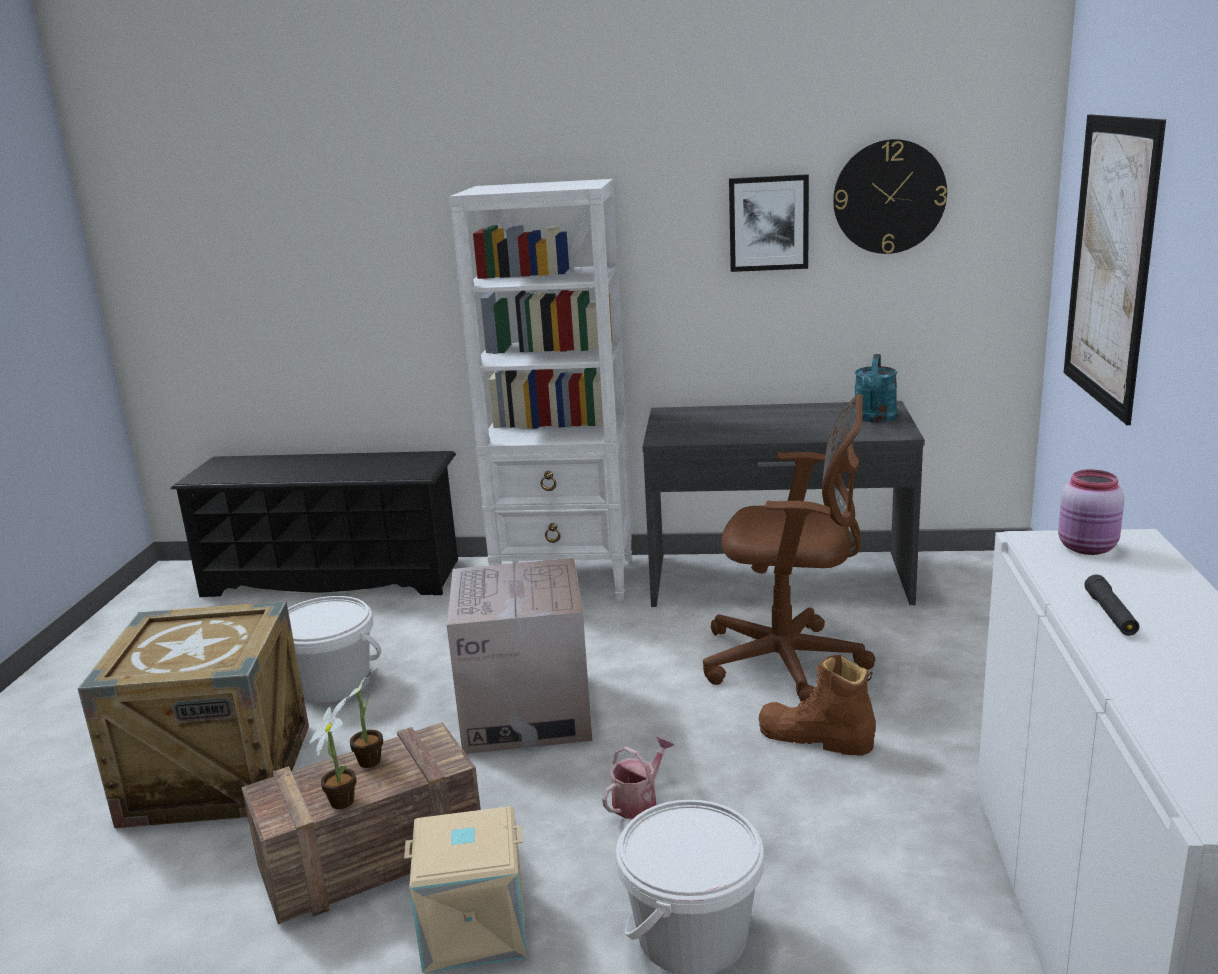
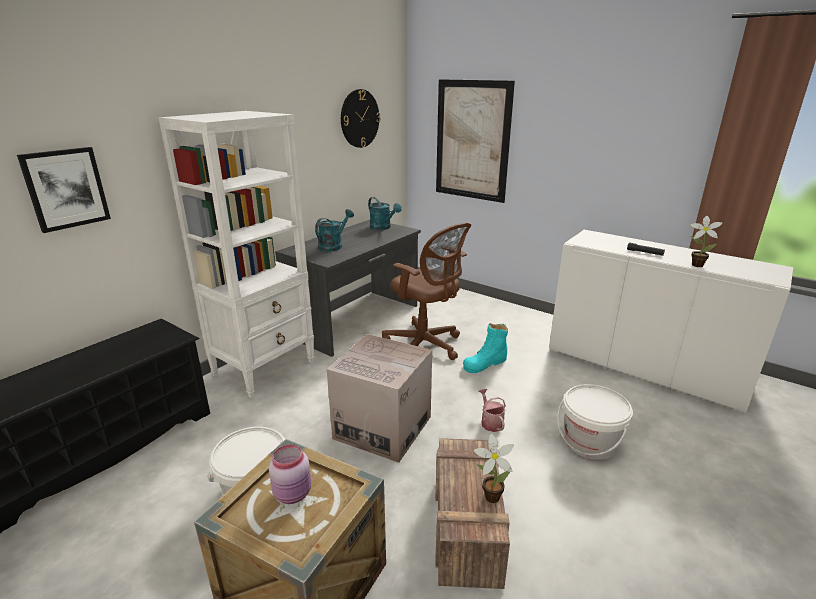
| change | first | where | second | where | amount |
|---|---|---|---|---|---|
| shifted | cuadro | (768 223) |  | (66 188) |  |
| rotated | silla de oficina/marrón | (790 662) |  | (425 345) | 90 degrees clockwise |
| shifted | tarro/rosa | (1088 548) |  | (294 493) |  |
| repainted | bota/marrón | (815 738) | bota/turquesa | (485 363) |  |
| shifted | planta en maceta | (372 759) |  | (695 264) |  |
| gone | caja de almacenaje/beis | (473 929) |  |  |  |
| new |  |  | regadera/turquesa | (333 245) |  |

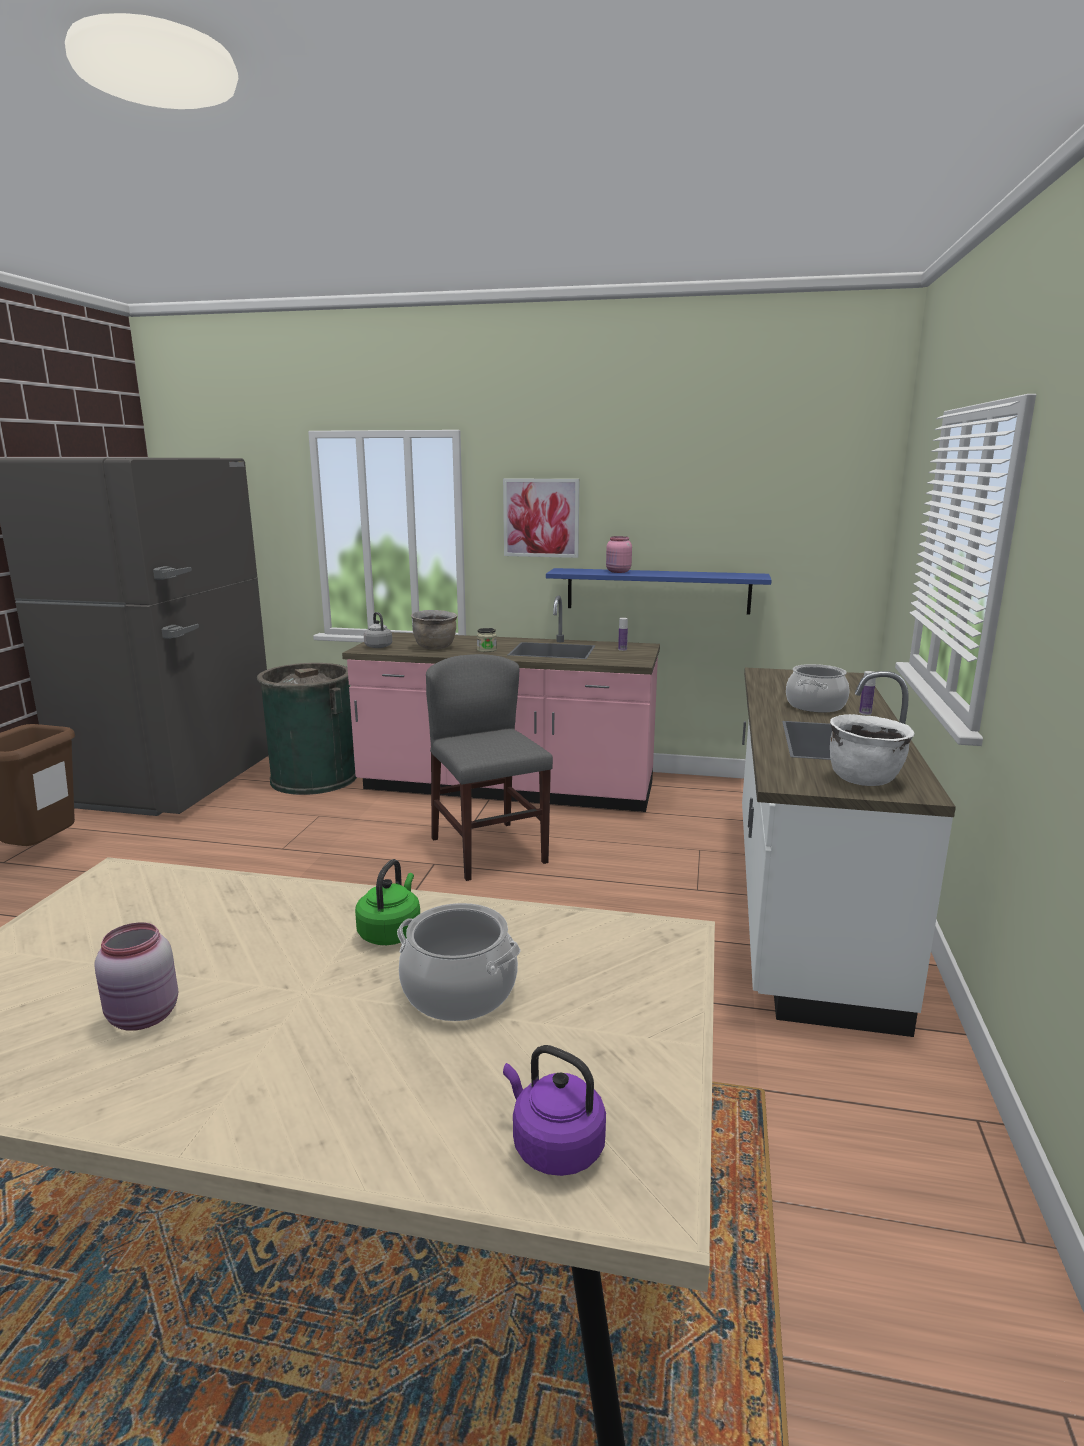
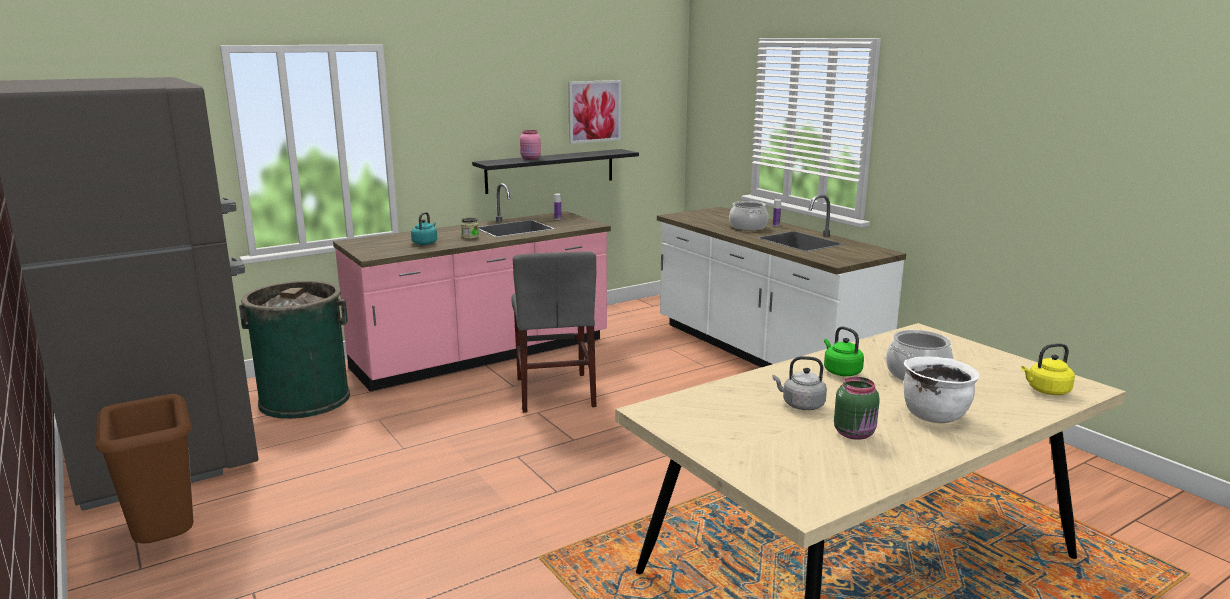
| change | first | where | second | where | amount |
|---|---|---|---|---|---|
| shifted | cuadro | (541 518) |  | (594 111) |  |
| repainted | estante/azul | (658 591) | estante/negro | (550 170) |  |
| swapped | olla/marrón | (435 647) | hervidor/turquesa | (425 243) |  |
| shifted | hervidor/gris | (378 646) |  | (800 405) |  |
| rotated | silla/gris | (488 850) |  | (555 392) | 120 degrees counterclockwise |
| shifted | olla/blanco | (864 779) |  | (934 415) |  |
| repainted | tarro/rosa | (144 1017) | tarro/verde | (855 433) |  |
| repainted | hervidor/morado | (554 1146) | hervidor/amarillo | (1046 391) |  |

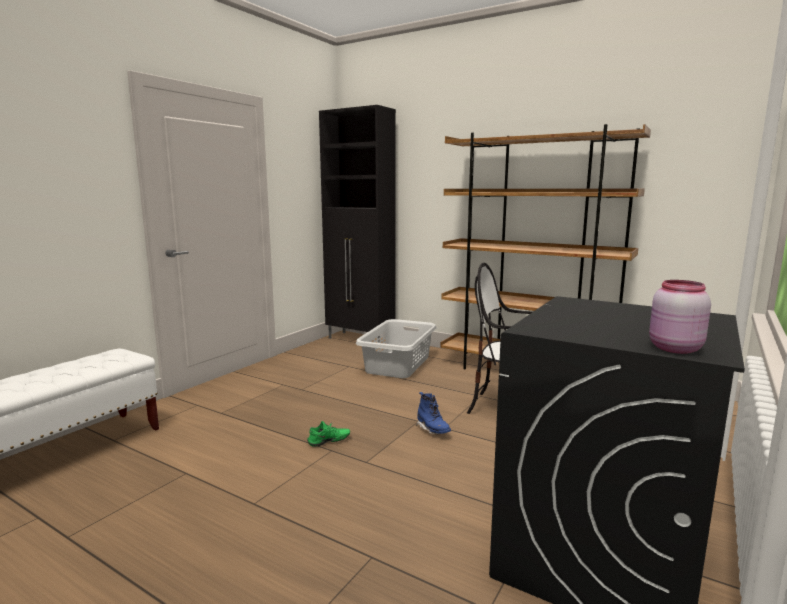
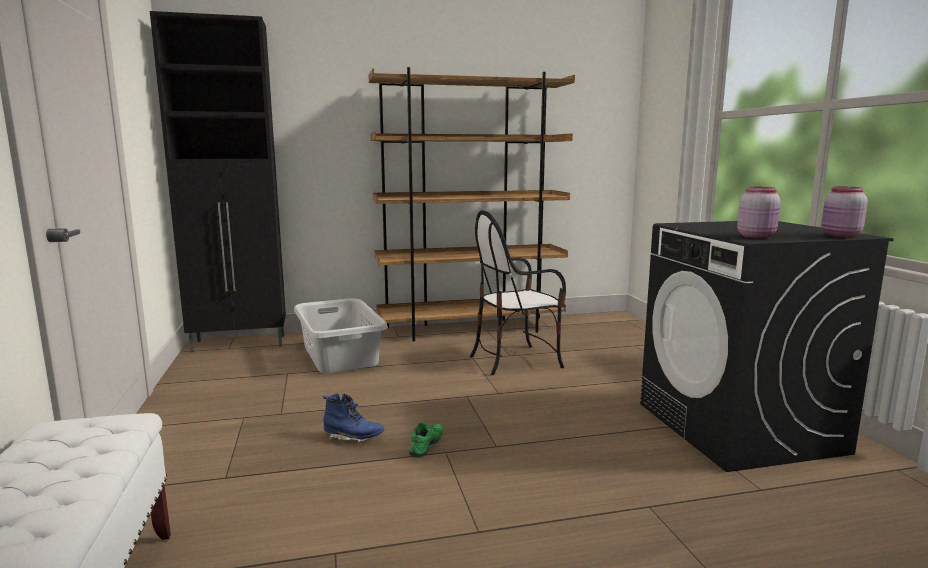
| change | first | where | second | where | amount |
|---|---|---|---|---|---|
| shifted | bota/azul | (433 430) |  | (353 438) |  |
| new |  |  | tarro/rosa | (756 236) |  |

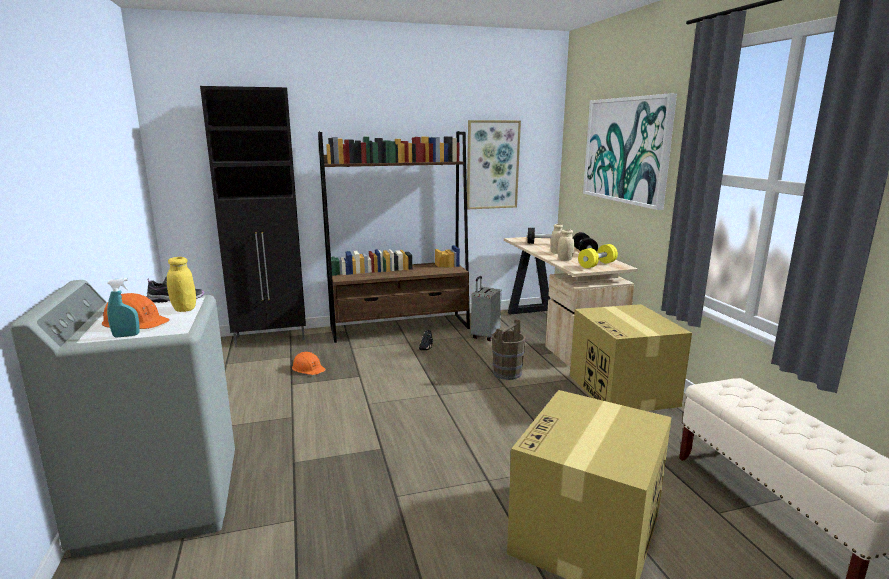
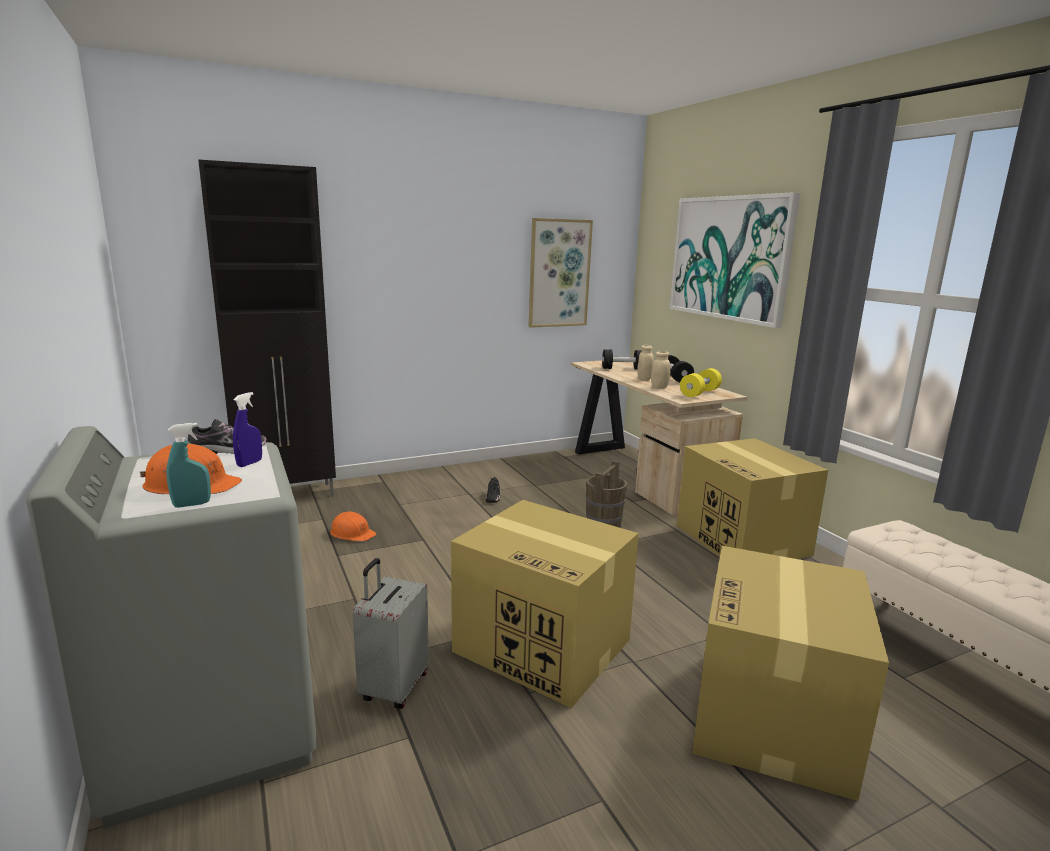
| change | first | where | second | where | amount |
|---|---|---|---|---|---|
| gone | estantería/marrón | (400 328) |  |  |  |
| swapped | tarro/amarillo | (184 309) | pulverizador/azul | (249 463) |  |
| shifted | maleta/gris | (485 336) |  | (393 687) |  |
| new |  |  | caja de cartón | (544 646) |  |

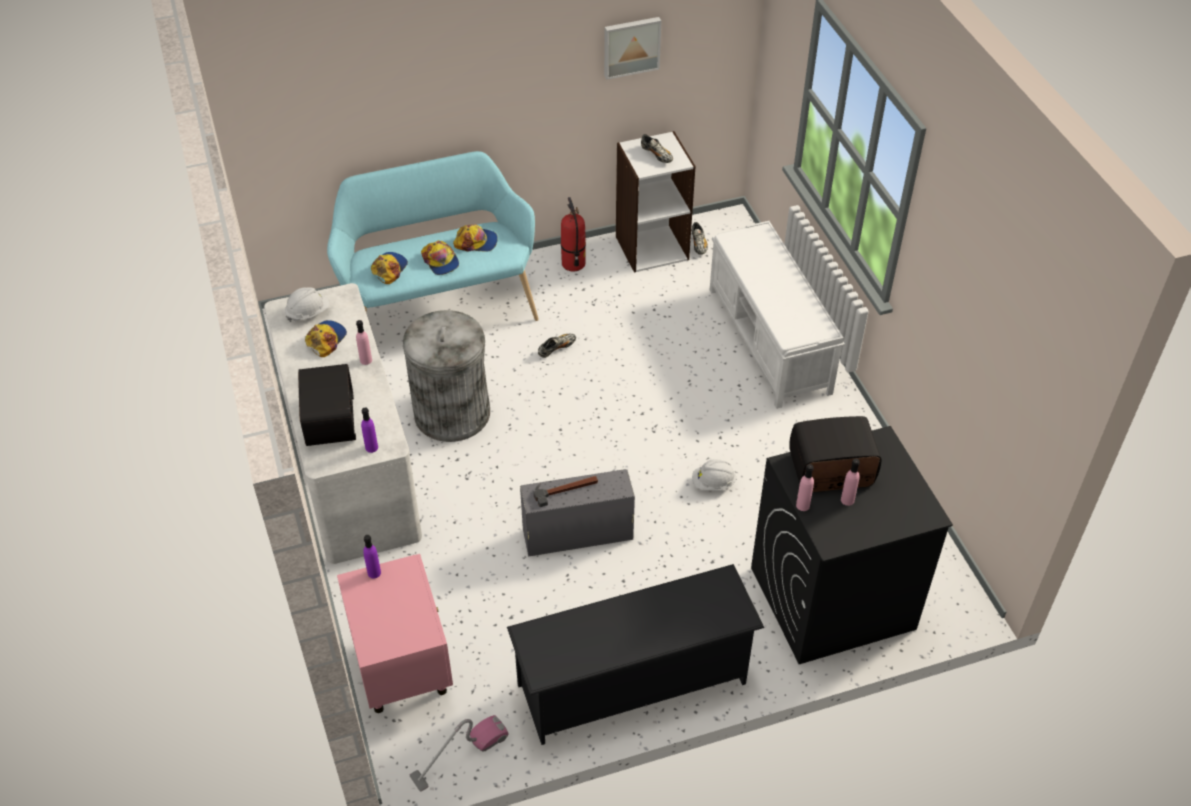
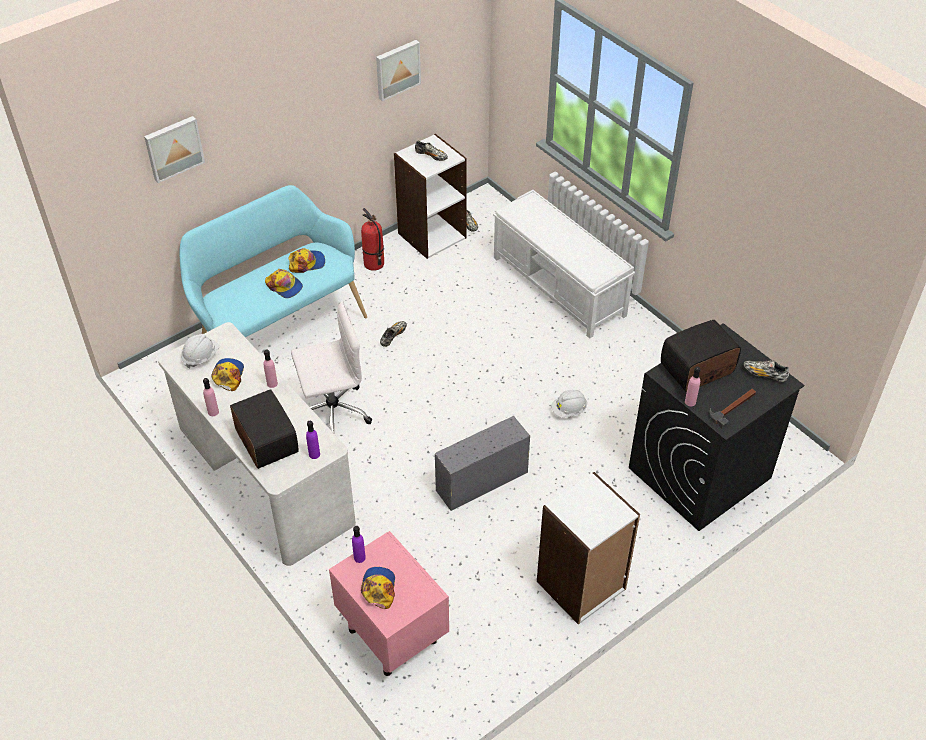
| change | first | where | second | where | amount |
|---|---|---|---|---|---|
| shifted | gorra | (389 269) |  | (379 588) |  |
| swapped | papelera/gris | (452 413) | silla de oficina/blanco | (332 412) |  |
| shifted | botella/rosa | (847 500) |  | (213 412) |  |
| shifted | martillo | (566 489) |  | (733 407) |  |
| swapped | zapatero/negro | (633 684) | estantería/blanco | (581 586) |  |
| gone | aspiradora | (459 755) |  |  |  |
| new |  |  | cuadro | (173 148) |  |
| new |  |  | zapato | (764 374) |  |

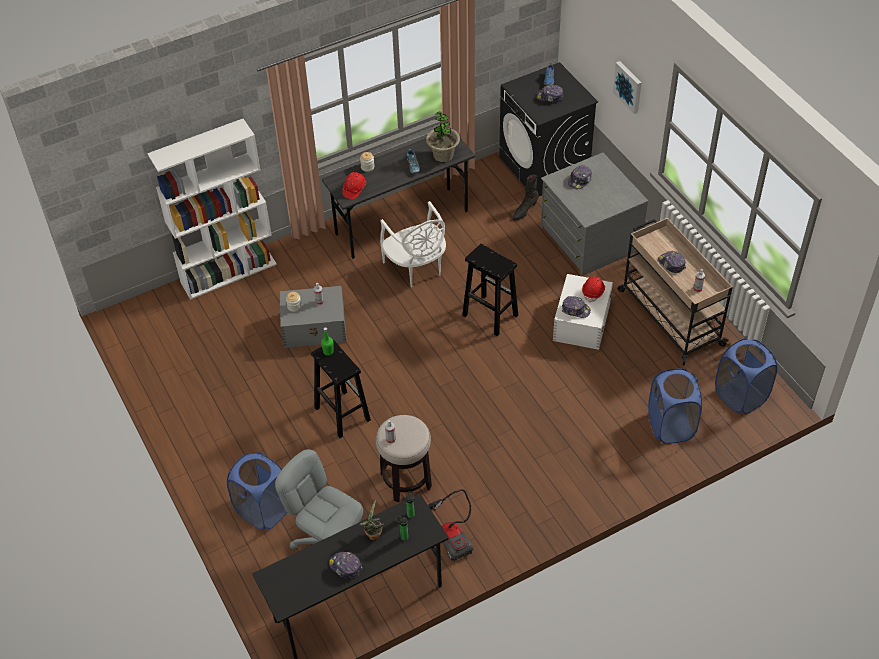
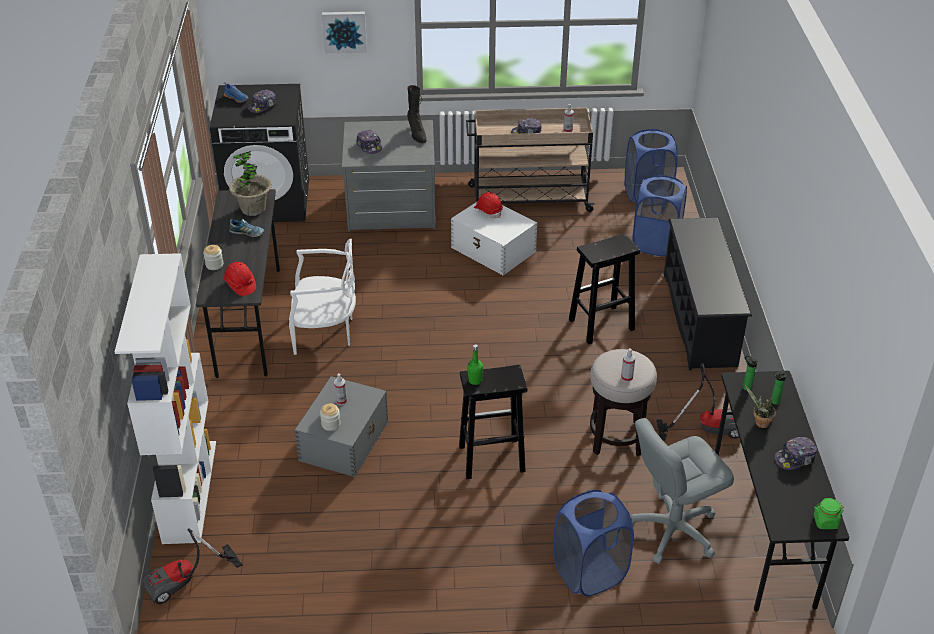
| change | first | where | second | where | amount |
|---|---|---|---|---|---|
| shifted | bota/negro | (524 211) |  | (417 134) |  |
| shifted | taburete/negro | (489 315) |  | (600 325) |  |
| gone | gorra | (575 310) |  |  |  |
| new |  |  | zapatero/negro | (699 319) |  |
| new |  |  | tarro/verde | (825 522) |  |
| new |  |  | aspiradora | (186 583) |  |

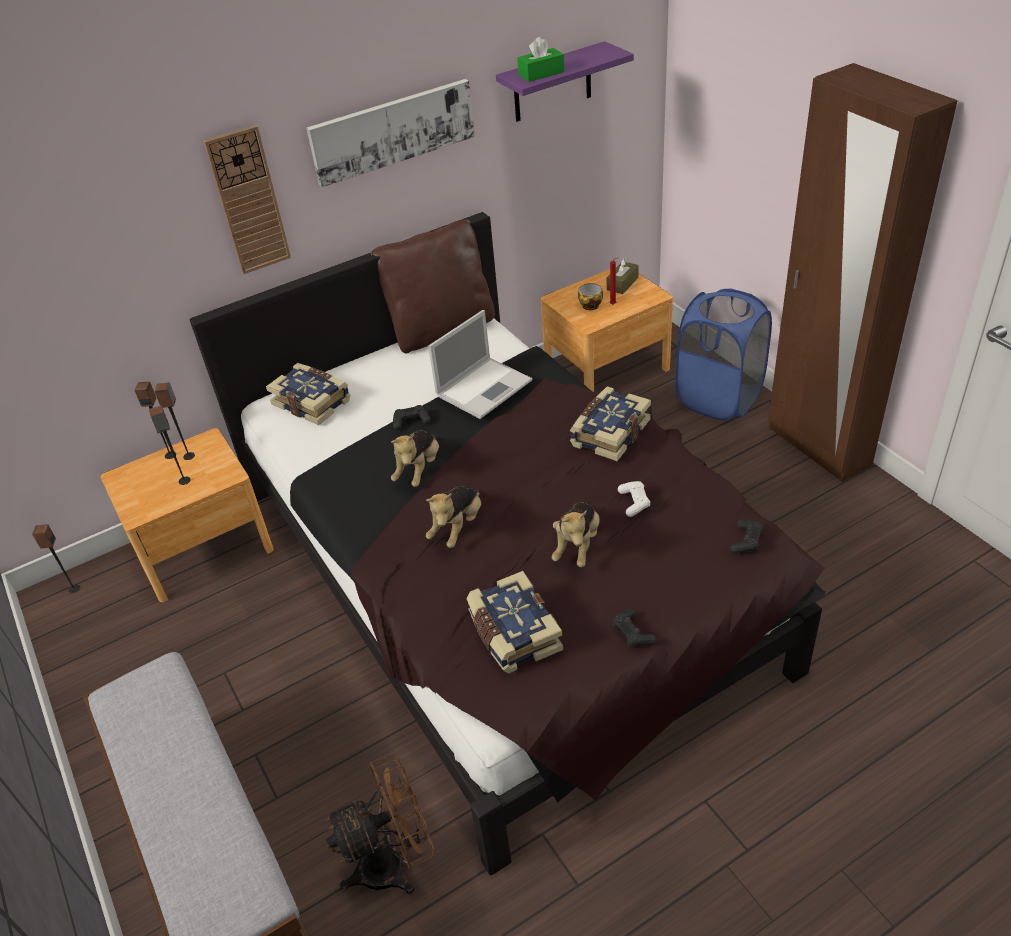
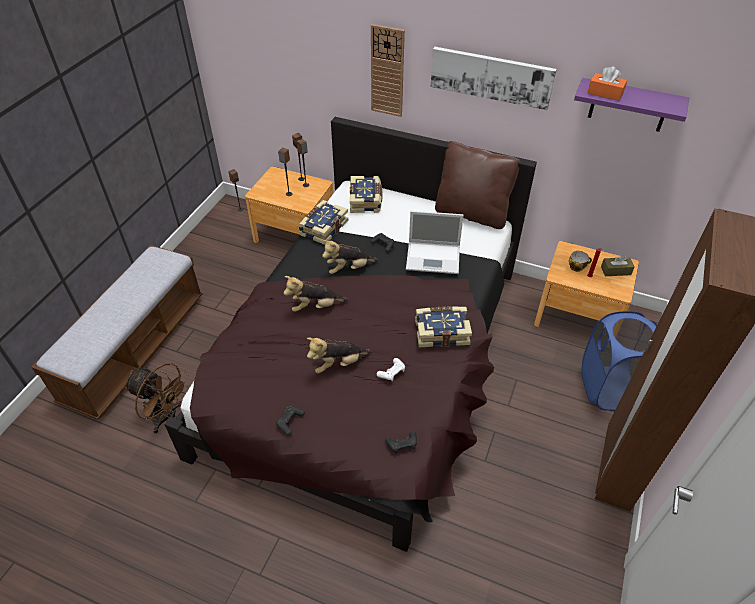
| change | first | where | second | where | amount |
|---|---|---|---|---|---|
| repainted | caja de pañuelos/verde | (541 73) | caja de pañuelos/naranja | (605 93) |  |
| shifted | libro | (513 633) |  | (323 228) |  |

